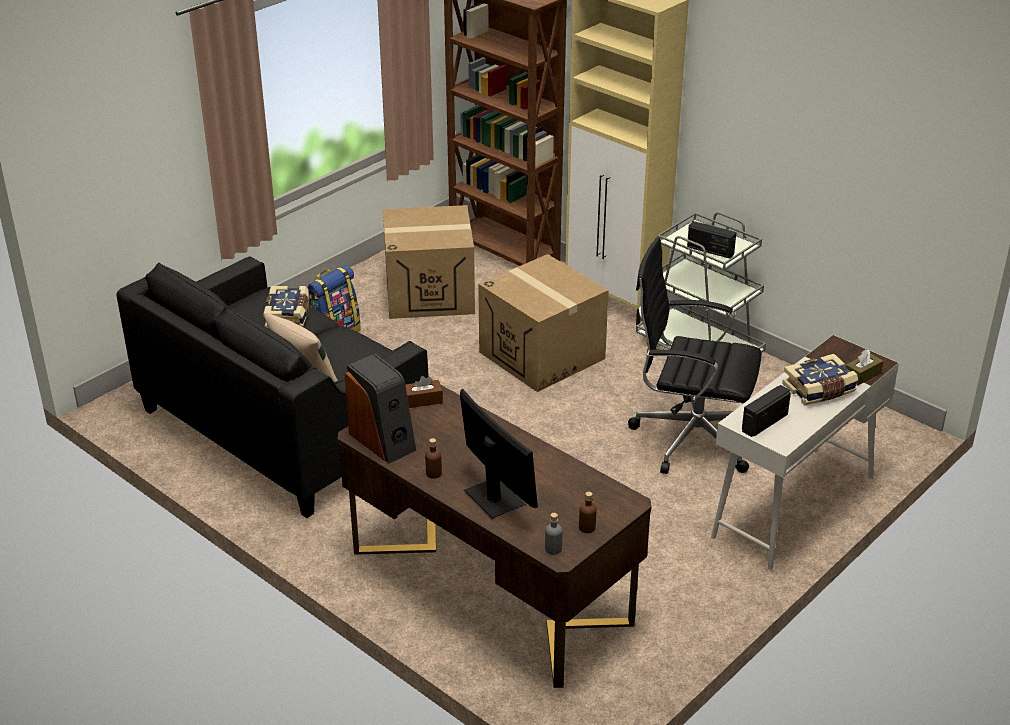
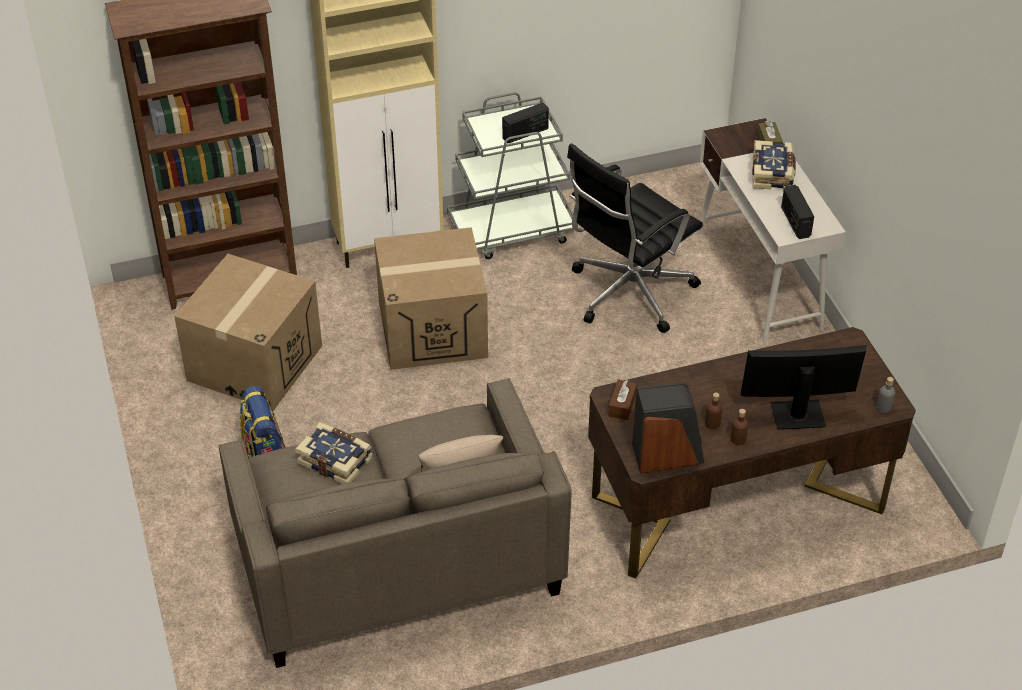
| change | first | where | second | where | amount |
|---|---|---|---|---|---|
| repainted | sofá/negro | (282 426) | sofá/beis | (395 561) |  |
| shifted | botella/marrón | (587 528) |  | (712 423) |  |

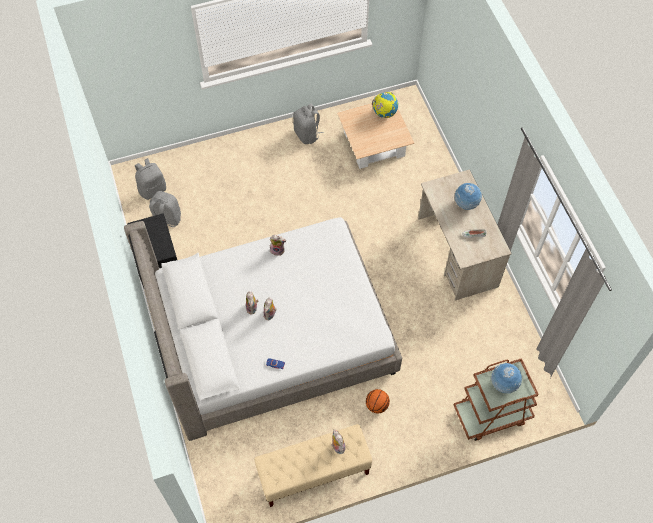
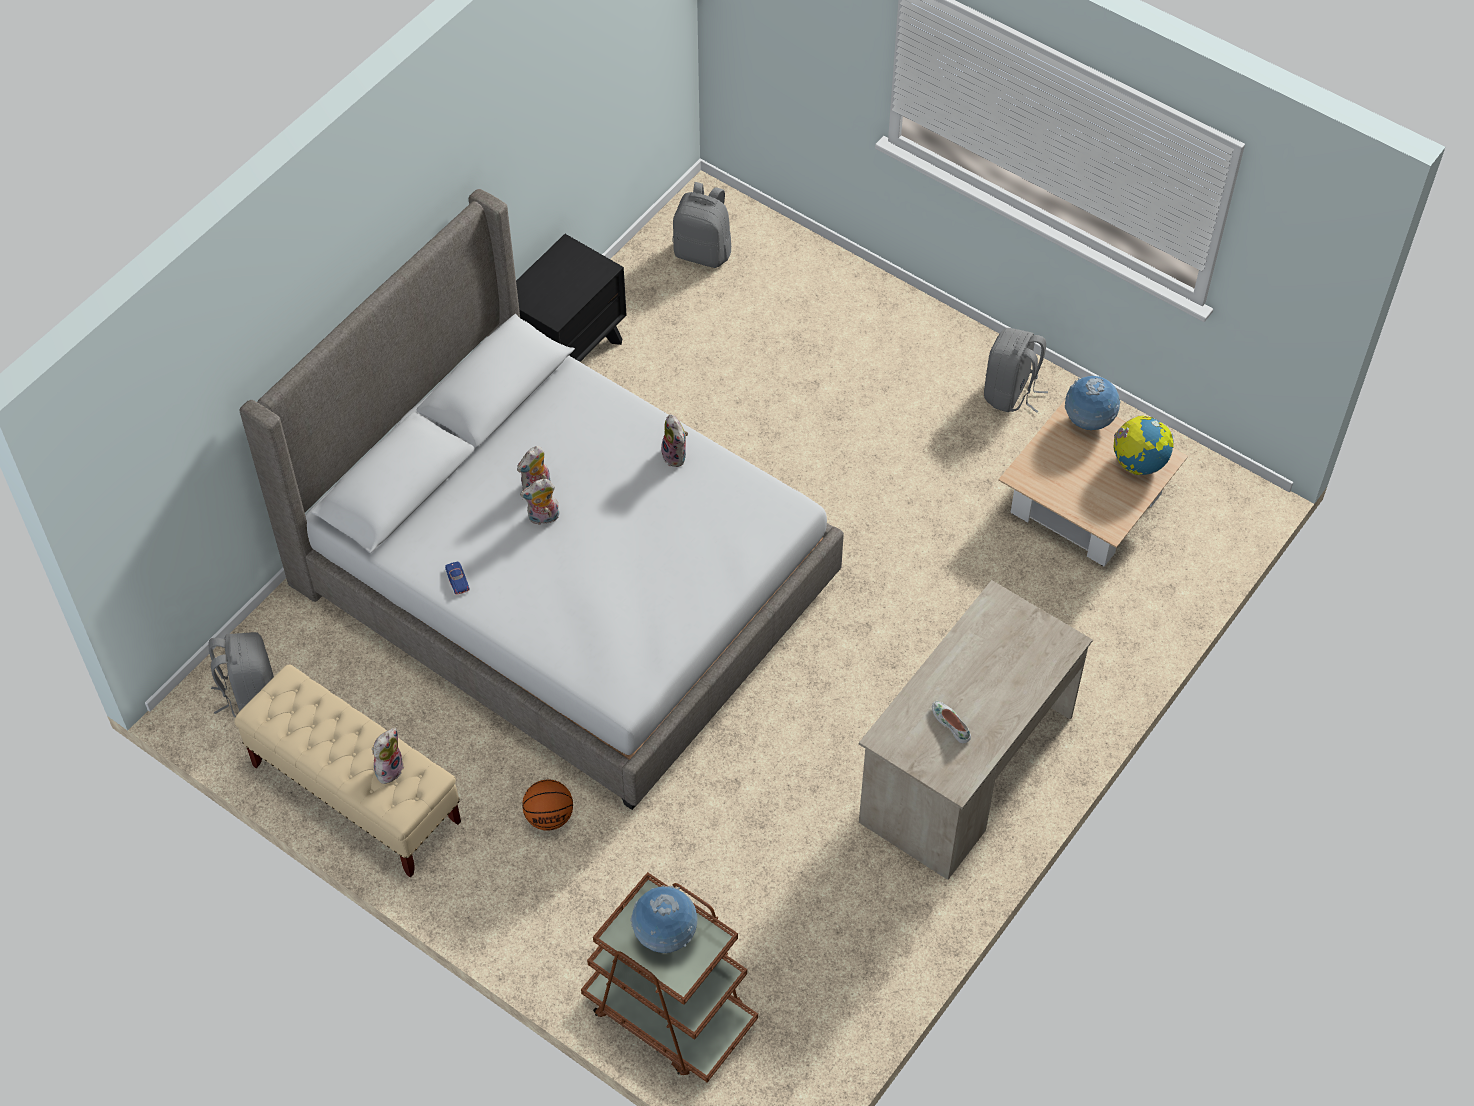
| change | first | where | second | where | amount |
|---|---|---|---|---|---|
| shifted | globo terráqueo | (466 204) |  | (1088 421) |  |
| shifted | mochila/gris | (166 219) |  | (249 694) |  |

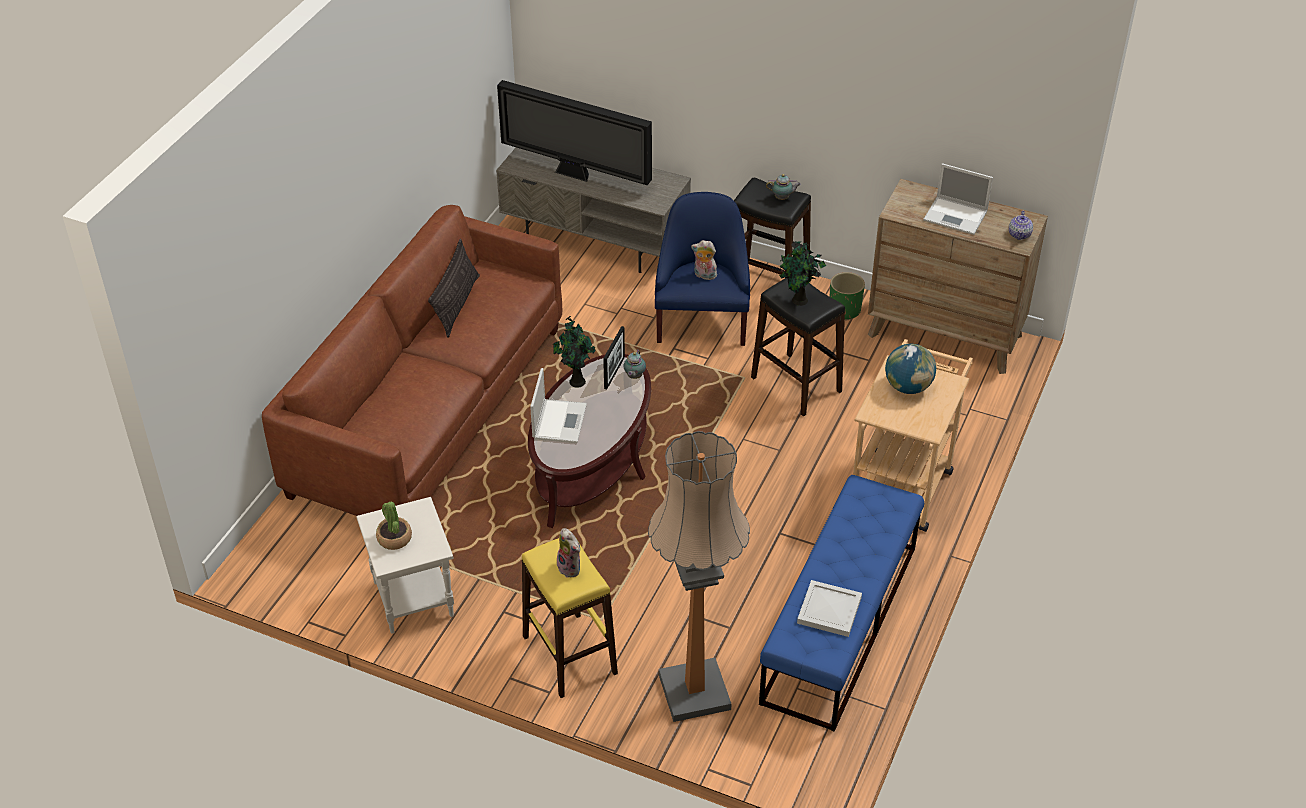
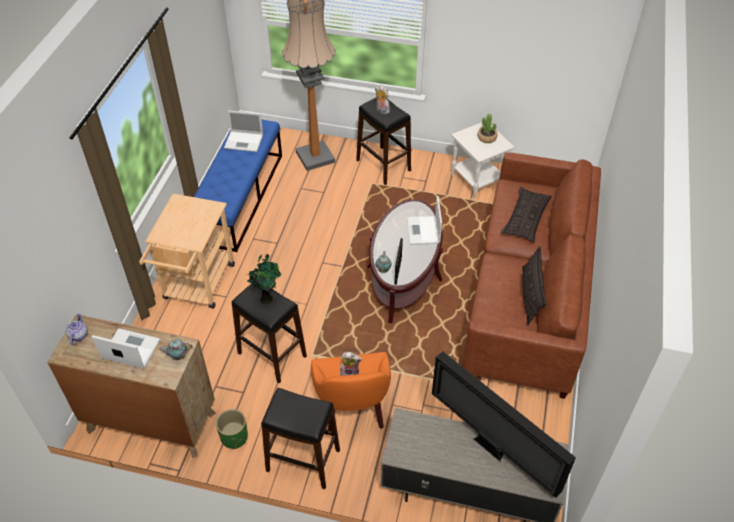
| change | first | where | second | where | amount |
|---|---|---|---|---|---|
| rotated | televisor | (575 175) |  | (491 448) | 150 degrees counterclockwise |
| shifted | tetera | (782 198) |  | (178 356) |  |
| repainted | sillón/azul | (702 320) | sillón/naranja | (352 407) |  |
| gone | planta en maceta | (576 381) |  |  |  |
| gone | globo terráqueo | (908 387) |  |  |  |
| repainted | taburete/amarillo | (569 655) | taburete/negro | (383 165) |  |
| swapped | bandeja/blanco | (828 611) | portátil | (244 141) |  |
| new |  |  | cojín | (526 218) |  |

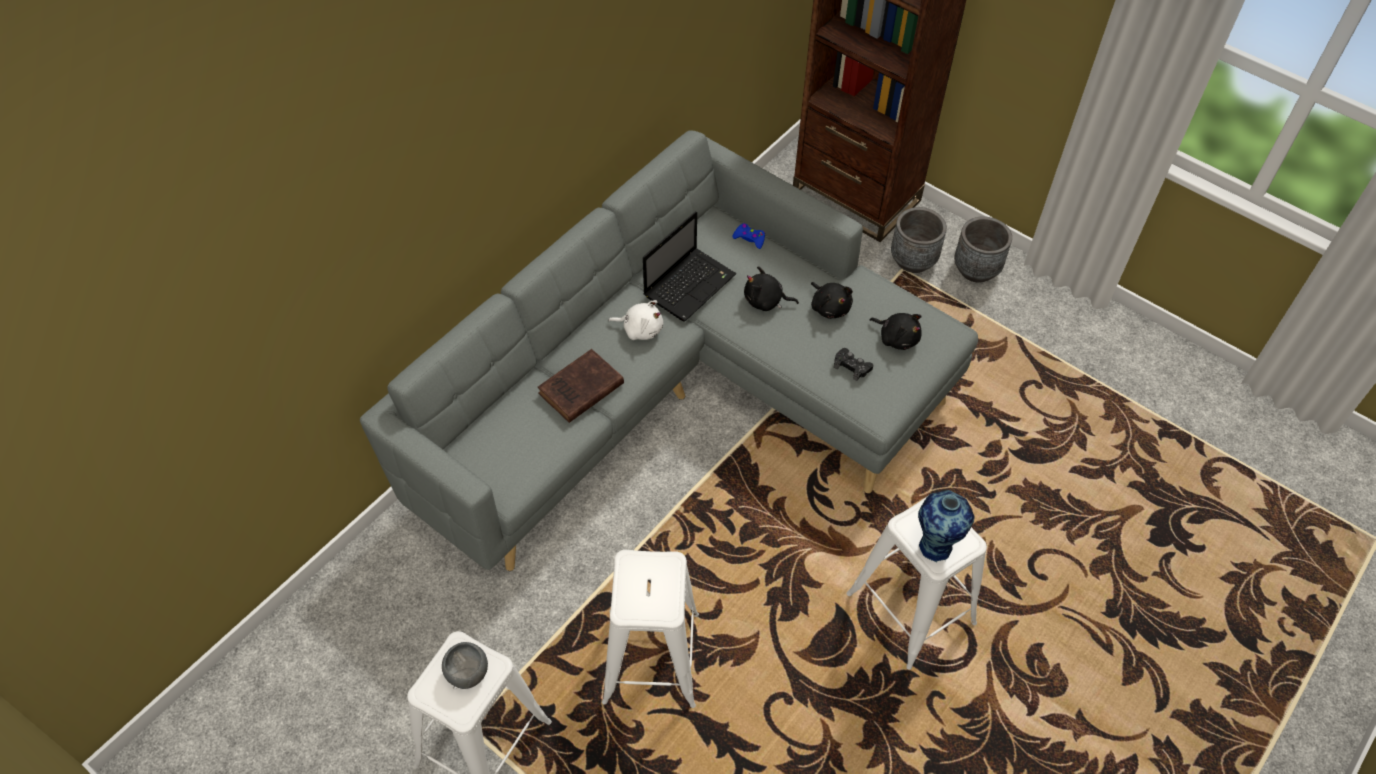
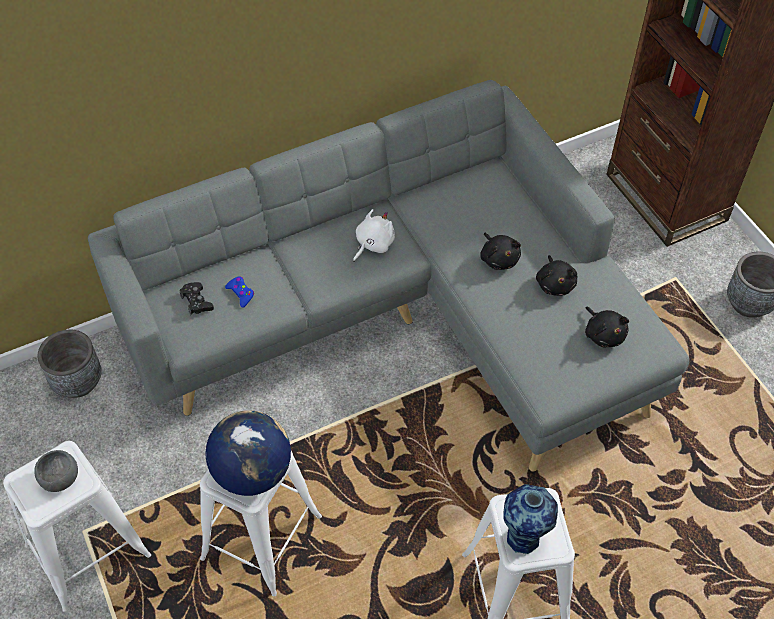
| change | first | where | second | where | amount |
|---|---|---|---|---|---|
| shifted | maceta/gris | (913 260) |  | (78 382) |  |
| gone | portátil | (690 284) |  |  |  |
| shifted | mando de consola/azul | (749 238) |  | (241 293) |  |
| rotated | peluche/negro | (766 301) |  | (499 258) | 150 degrees counterclockwise |
| rotated | peluche/blanco | (640 329) |  | (373 244) | 90 degrees counterclockwise |
| shifted | mando de consola/negro | (852 367) |  | (197 301) |  |
| gone | libro/marrón | (579 390) |  |  |  |
| new |  |  | globo terráqueo | (252 472) |  |

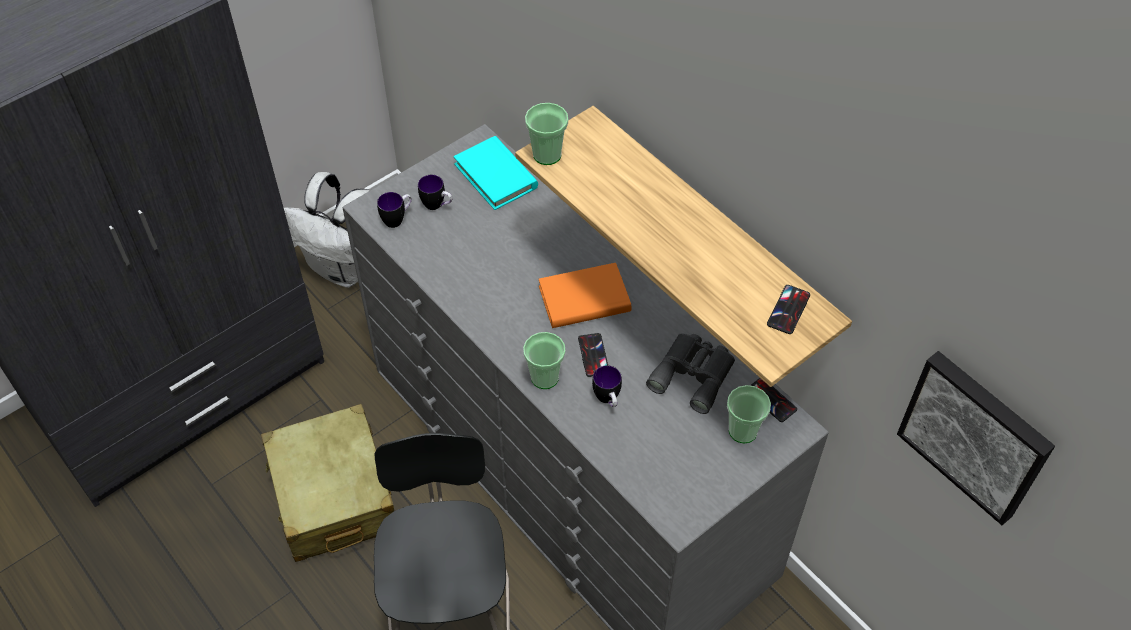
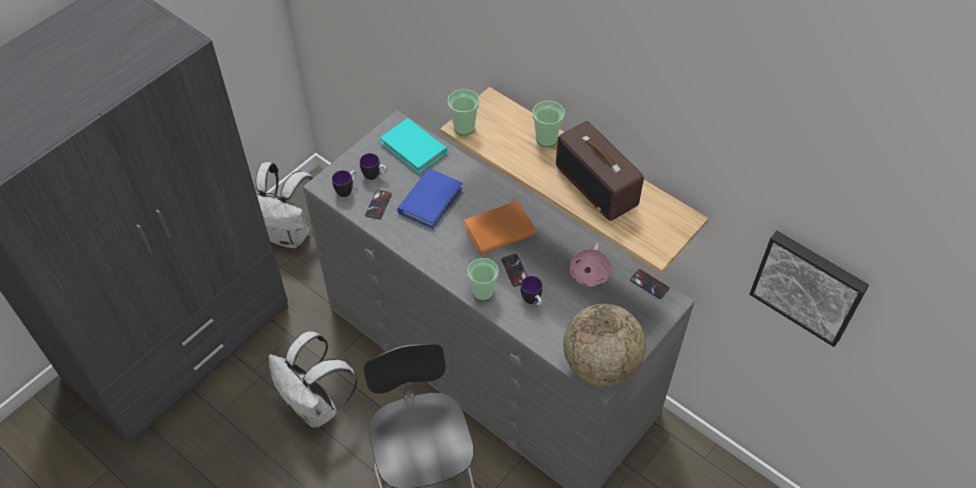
| change | first | where | second | where | amount |
|---|---|---|---|---|---|
| shifted | móvil | (788 310) |  | (378 204) |  |
| swapped | prismáticos/gris | (694 374) | peluche/rosa | (590 273) |  |
| shifted | taza | (743 431) |  | (546 139) |  |
| swapped | maleta/beis | (333 495) | mochila/blanco | (316 407) |  |
| new |  |  | radio | (597 186) |  |
| new |  |  | libro/azul | (430 200) |  |
| new |  |  | globo terráqueo | (600 365) |  |

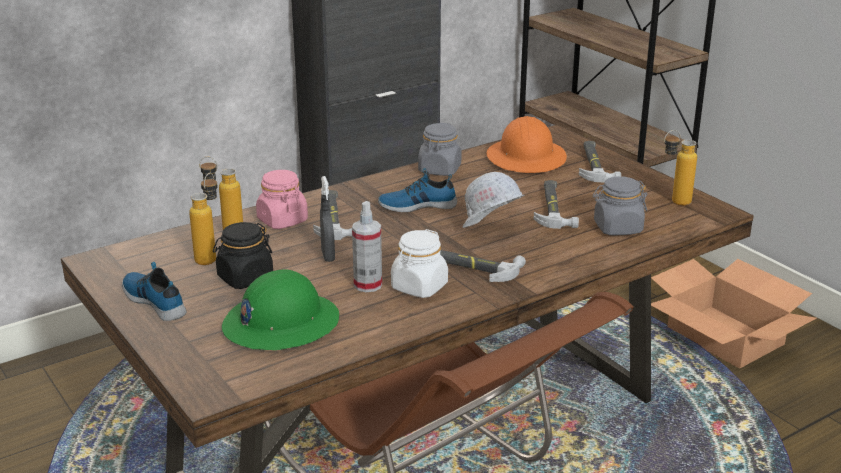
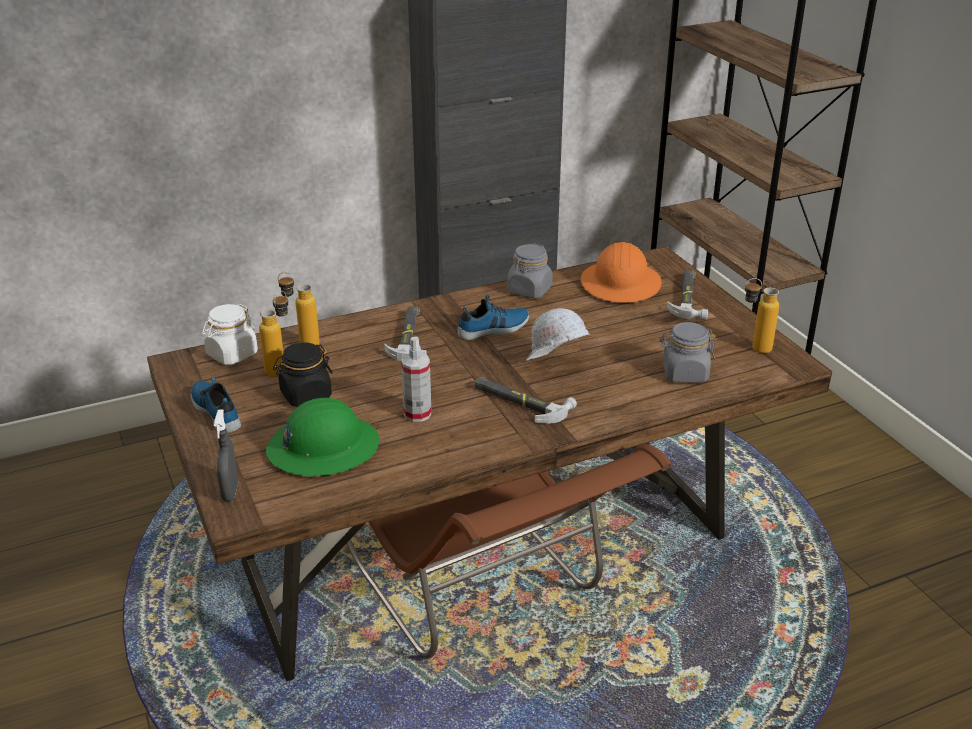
| change | first | where | second | where | amount |
|---|---|---|---|---|---|
| rotated | zapato | (417 205) |  | (494 329) | 150 degrees clockwise |
| gone | tarro/rosa | (282 220) |  |  |  |
| shifted | pulverizador/gris | (328 256) |  | (230 492) |  |
| gone | martillo | (553 207) |  |  |  |
| shifted | tarro/blanco | (419 287) |  | (232 354) |  |
| gone | caja de cartón | (725 336) |  |  |  |

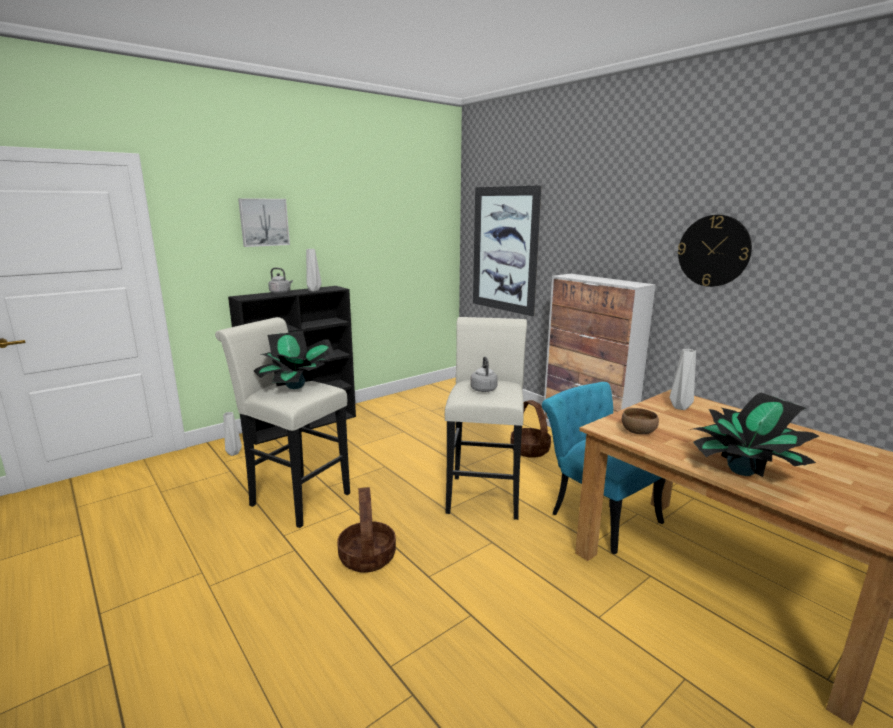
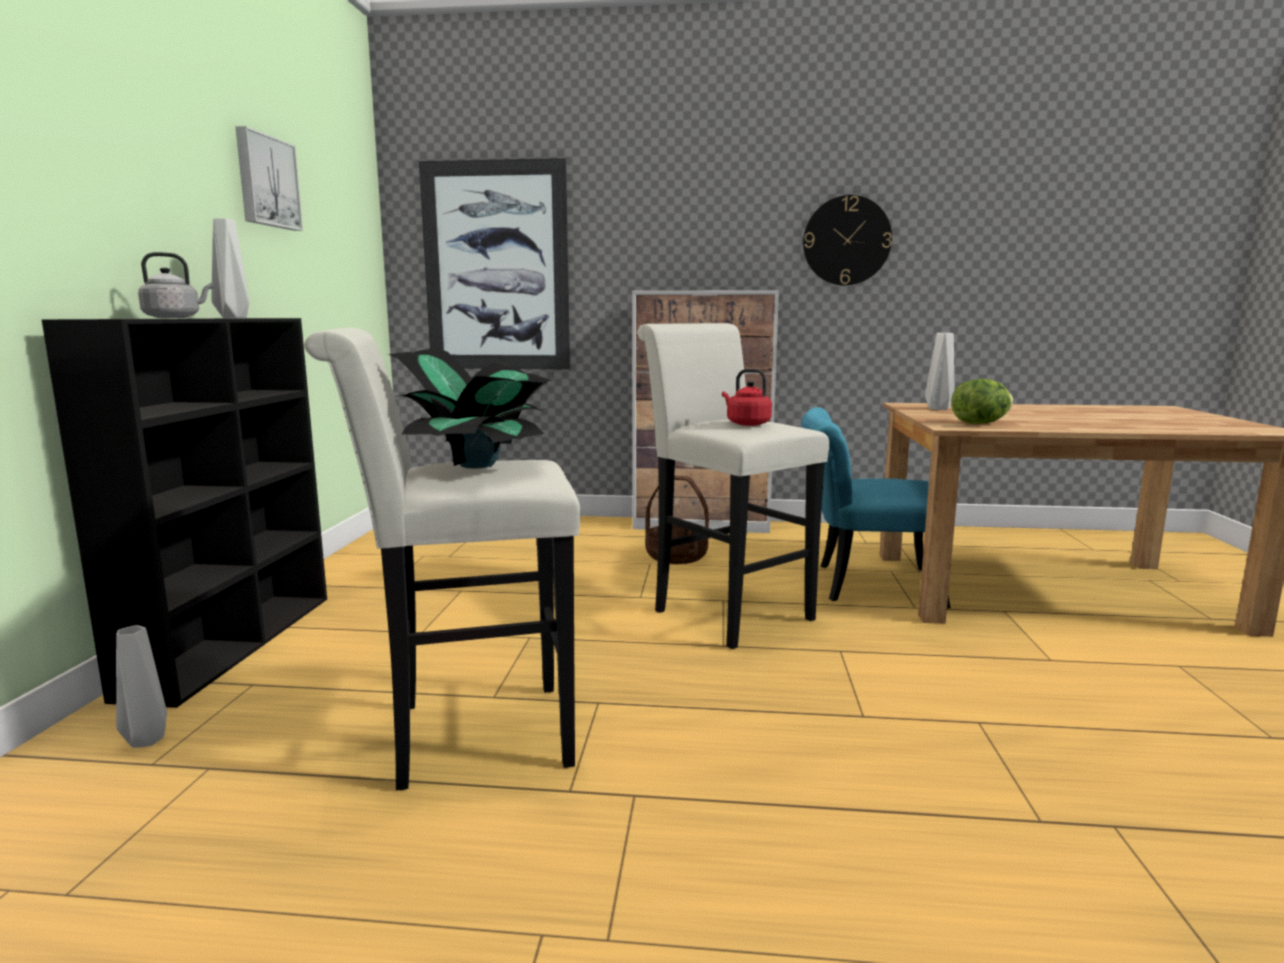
| change | first | where | second | where | amount |
|---|---|---|---|---|---|
| shifted | cuadro | (263 222) |  | (266 182) |  |
| repainted | hervidor/gris | (483 389) | hervidor/rojo | (746 424) |  |
| gone | planta en maceta | (743 471) |  |  |  |
| swapped | cuenco/marrón | (638 431) | lechuga | (980 423) |  |
| gone | cesta | (368 557) |  |  |  |

